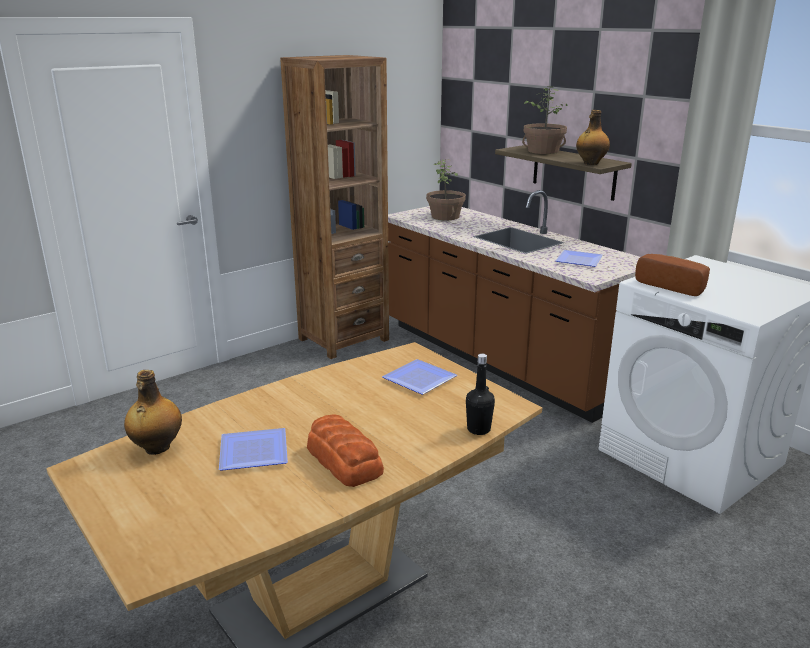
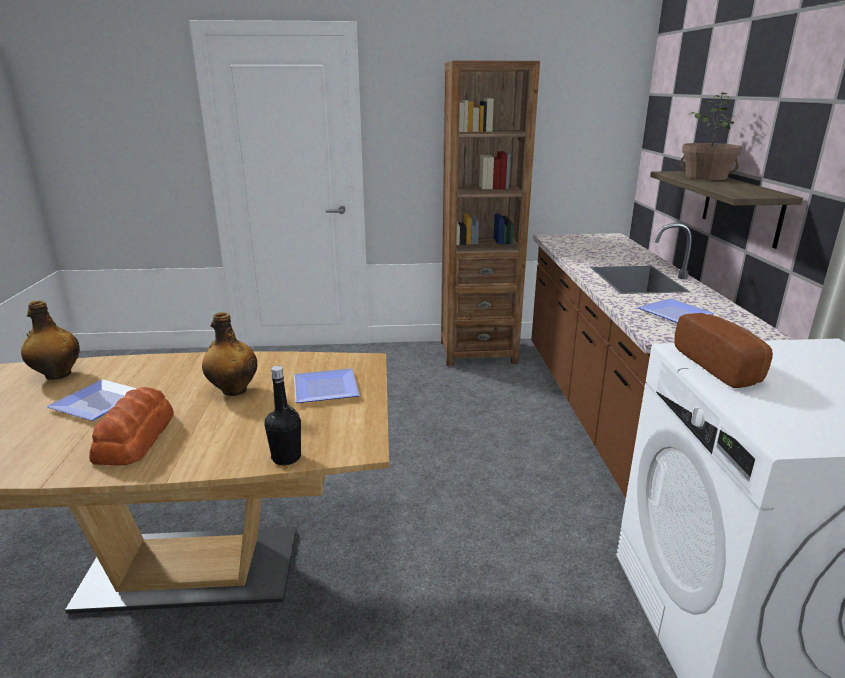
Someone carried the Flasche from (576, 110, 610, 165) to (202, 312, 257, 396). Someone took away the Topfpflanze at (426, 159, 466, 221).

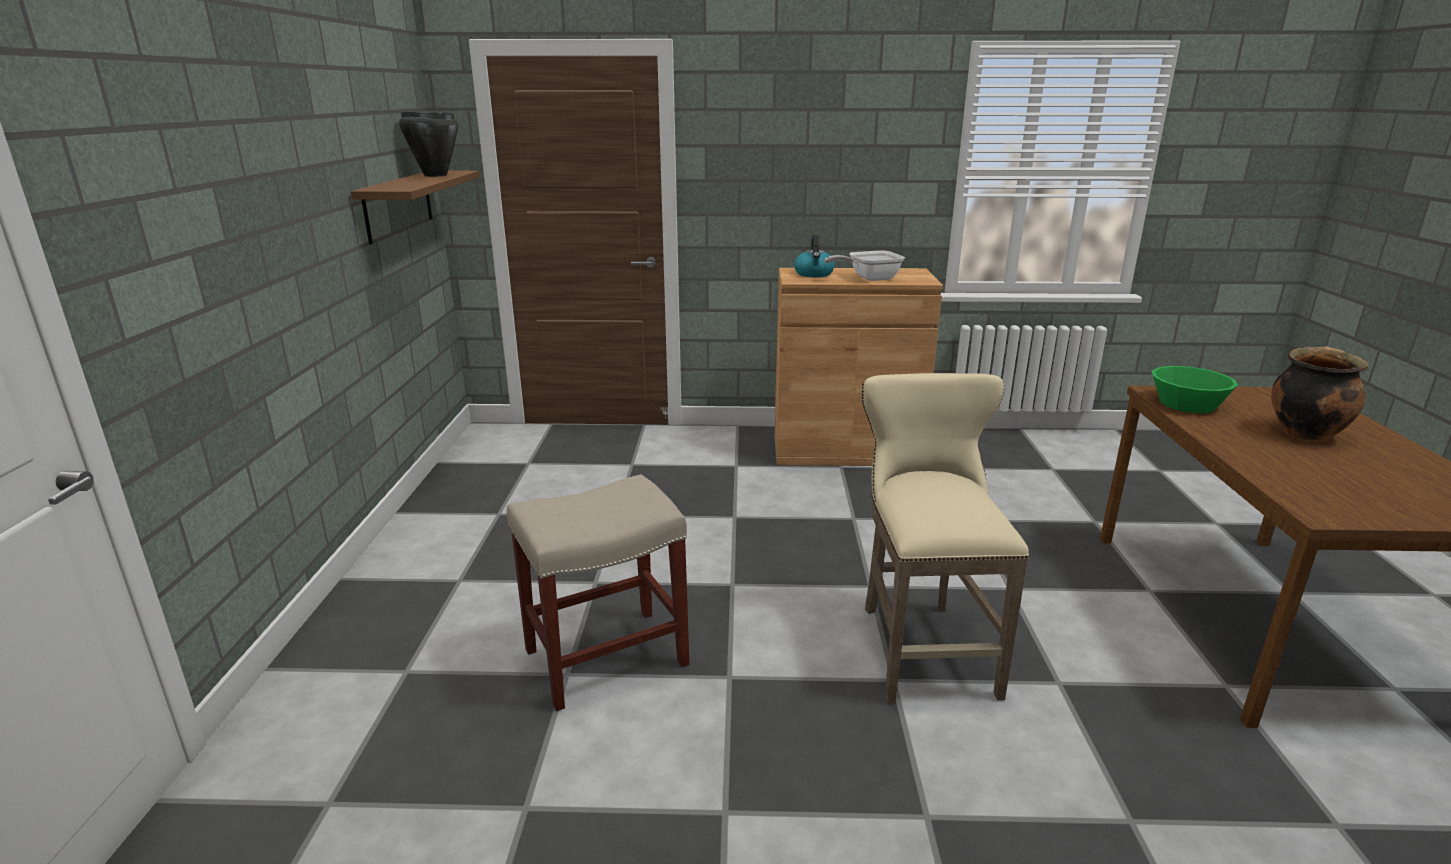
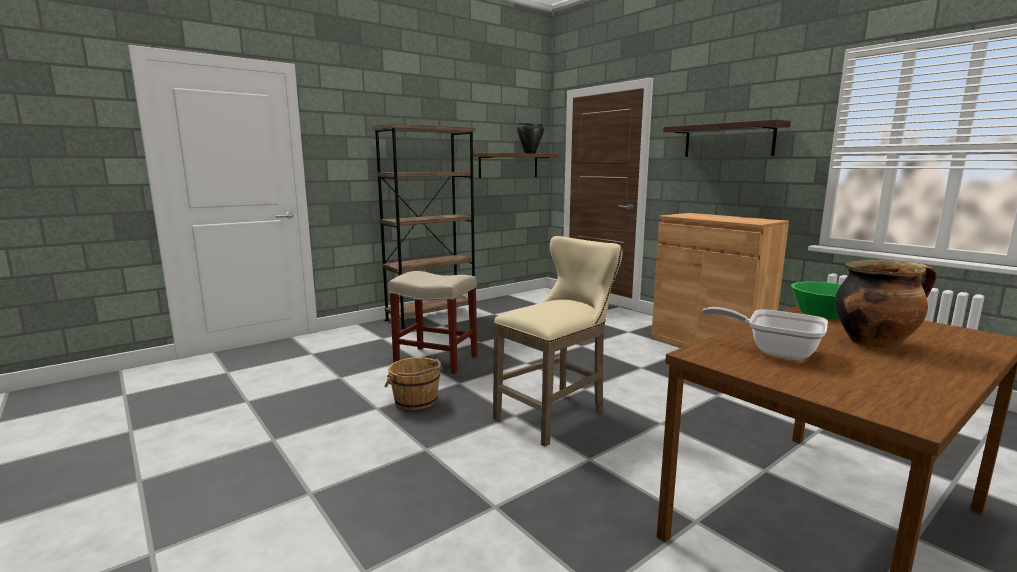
Someone put down the Bücherregal [braun] at (373, 124, 475, 329). Someone put down the Eimer [braun] at (384, 357, 443, 410). Someone put up the Wandregal at (663, 119, 791, 157). Someone carried the Pfanne from (824, 250, 905, 281) to (702, 307, 828, 360). Someone took away the Wasserkessel at (794, 235, 835, 277).

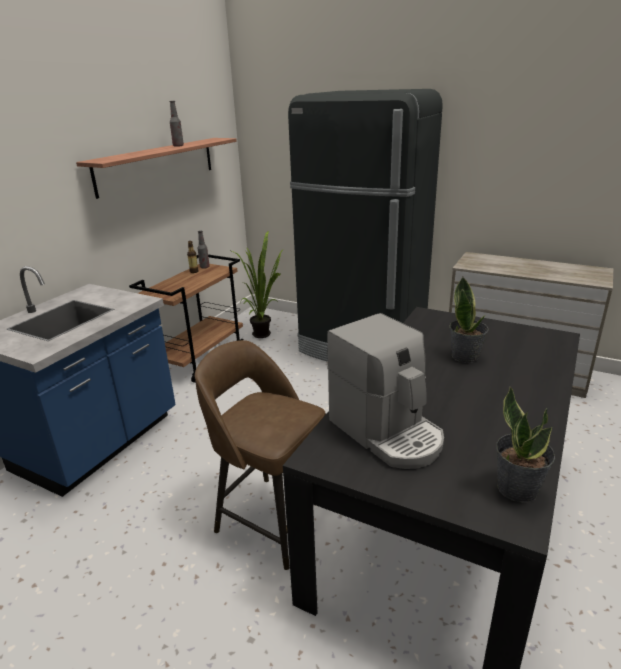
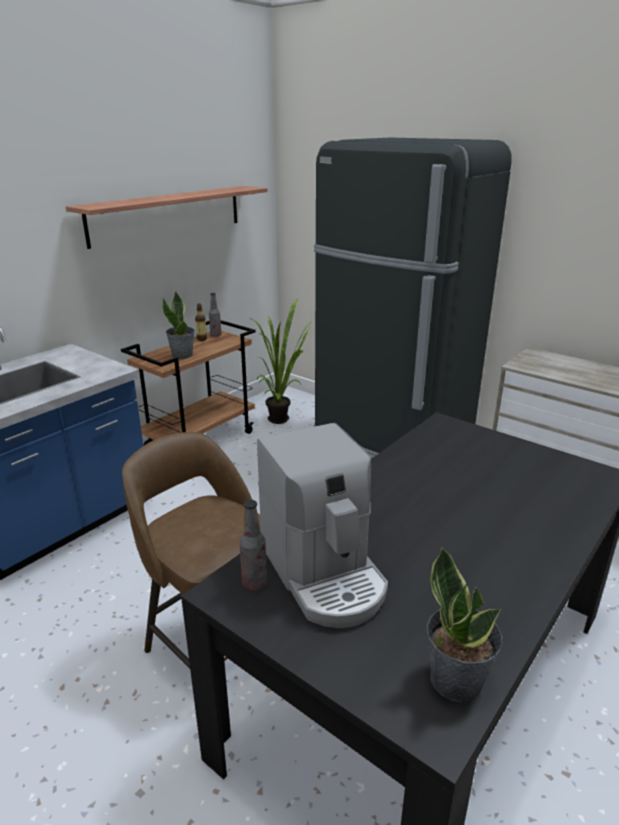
Someone carried the Topfpflanze from (449, 277, 489, 363) to (163, 292, 195, 359). Someone carried the Flasche from (170, 101, 184, 147) to (239, 500, 267, 591).

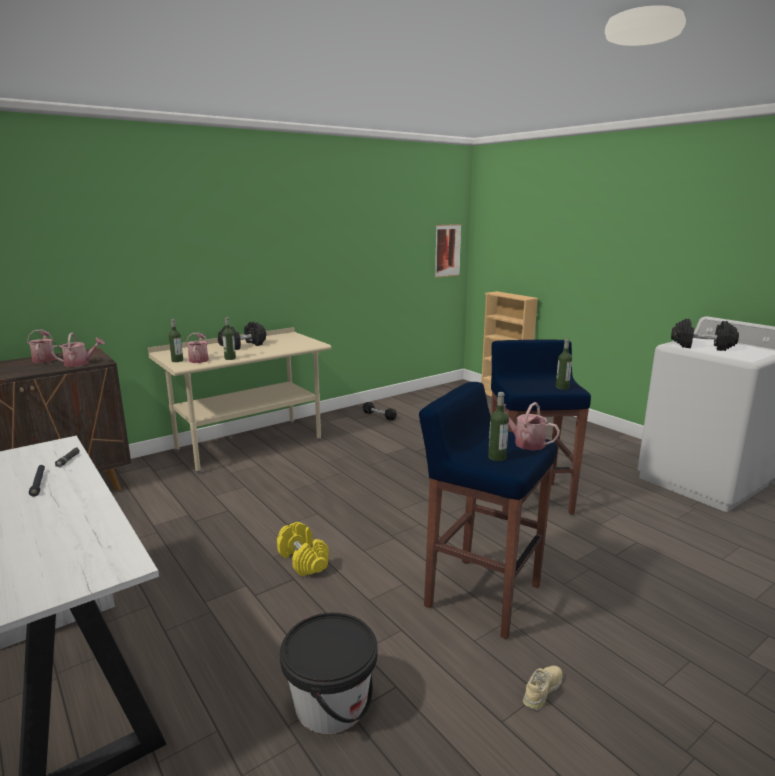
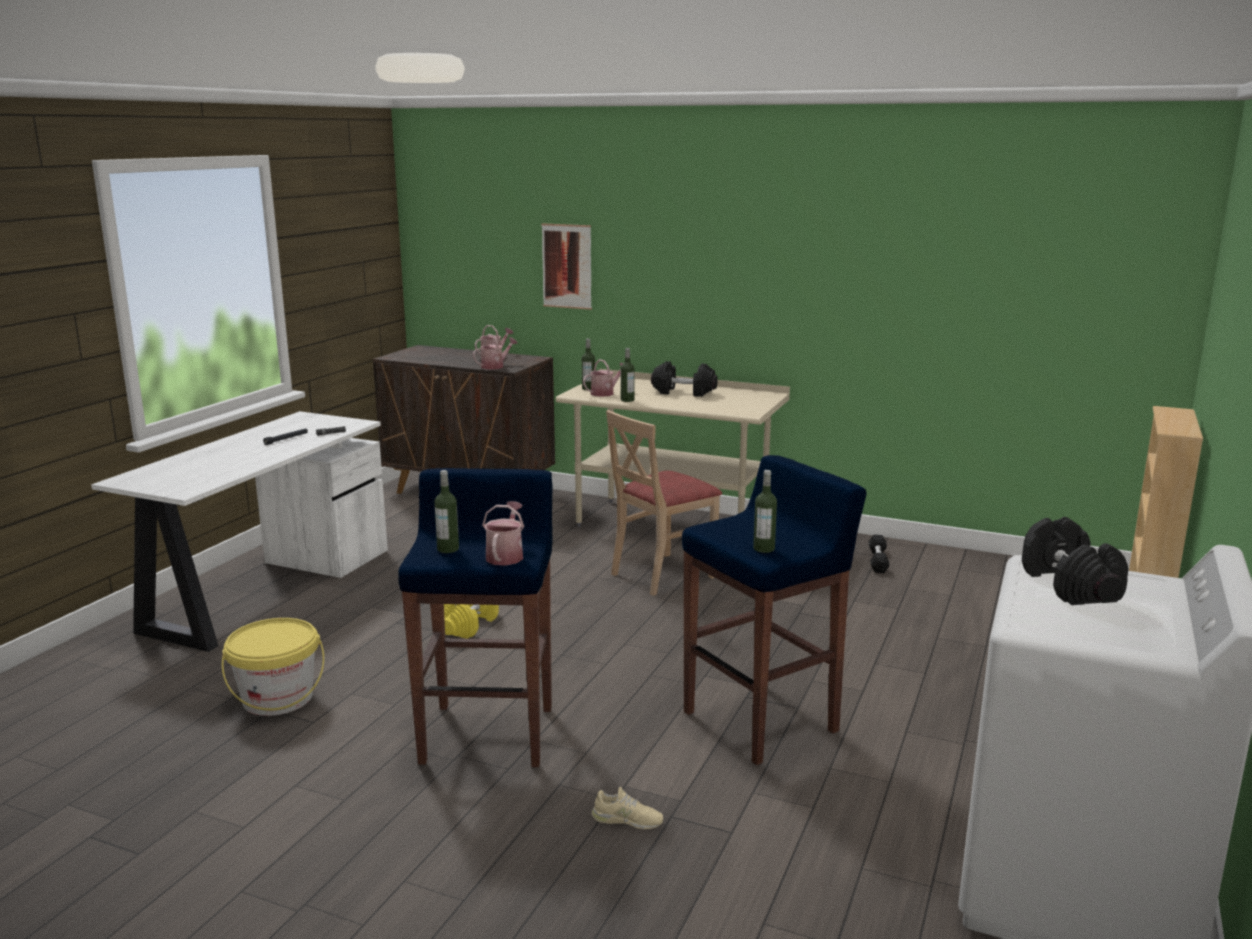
Someone repainted the Eimer [schwarz] at (280, 613, 378, 734), which became the Eimer [gelb] at (222, 618, 324, 716). Someone rotated the Gießkanne at (51, 332, 105, 367) by 90 degrees counterclockwise. Someone carried the Bild from (435, 224, 462, 278) to (541, 223, 592, 310). Someone carried the Schuh [beige] from (523, 666, 562, 710) to (591, 787, 663, 829). Someone put down the Stuhl [beige] at (606, 410, 722, 596).

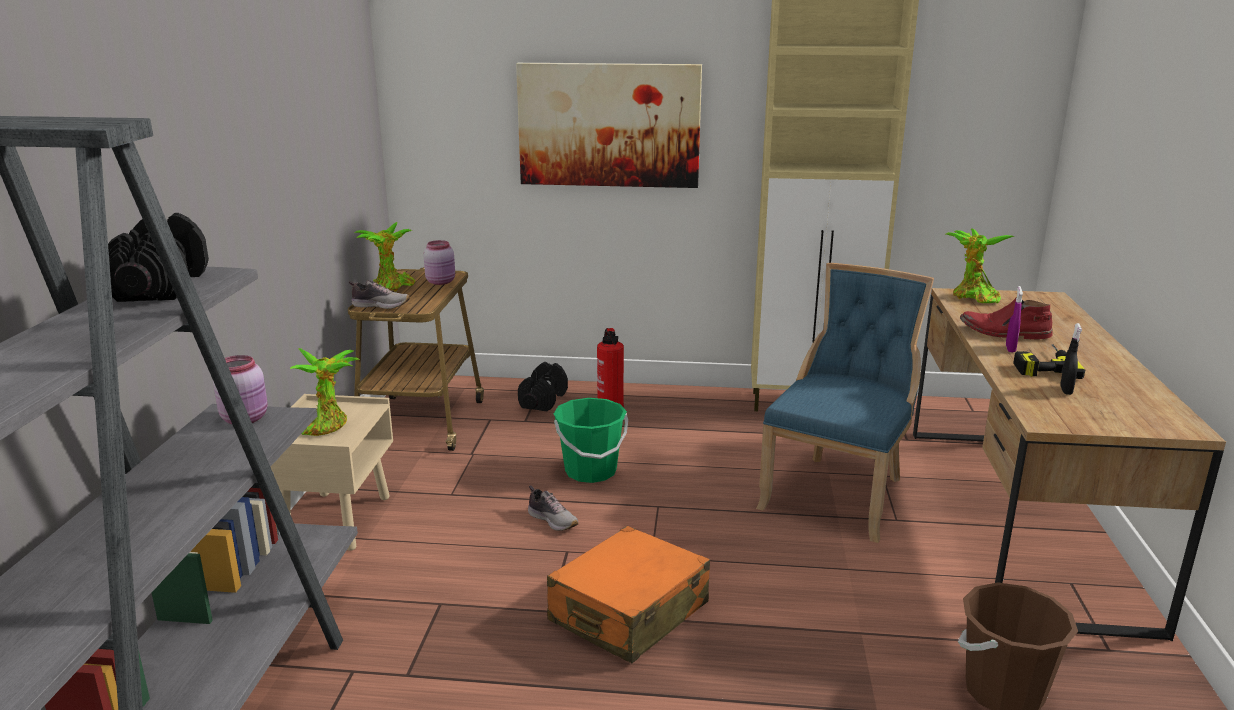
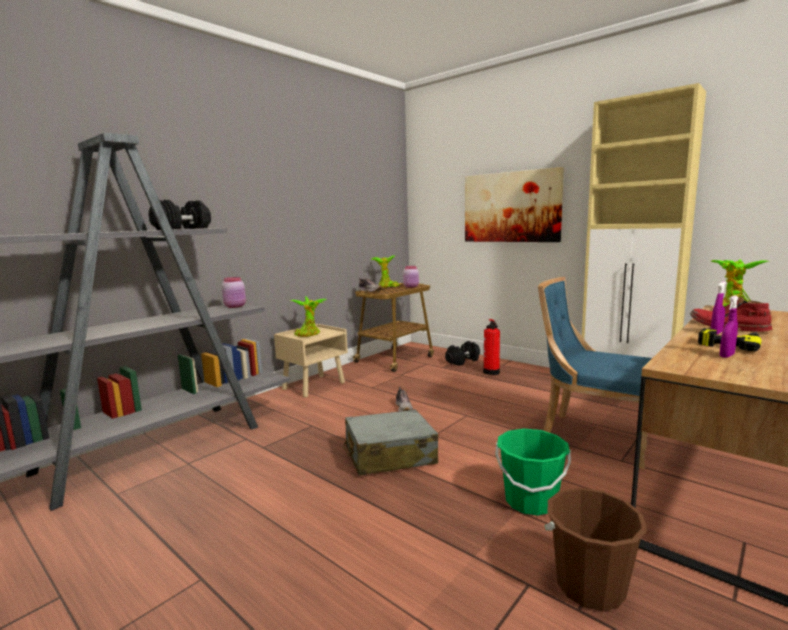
Someone repainted the Koffer [orange] at (547, 526, 710, 663), which became the Koffer [grau] at (343, 409, 438, 476). Someone carried the Eimer [grün] from (554, 398, 628, 483) to (496, 429, 571, 515). Someone rotated the Stuhl [blau] at (756, 263, 934, 543) by 120 degrees counterclockwise. Someone repainted the Sprühflasche [schwarz] at (1060, 323, 1082, 395), which became the Sprühflasche [lila] at (720, 295, 738, 358).

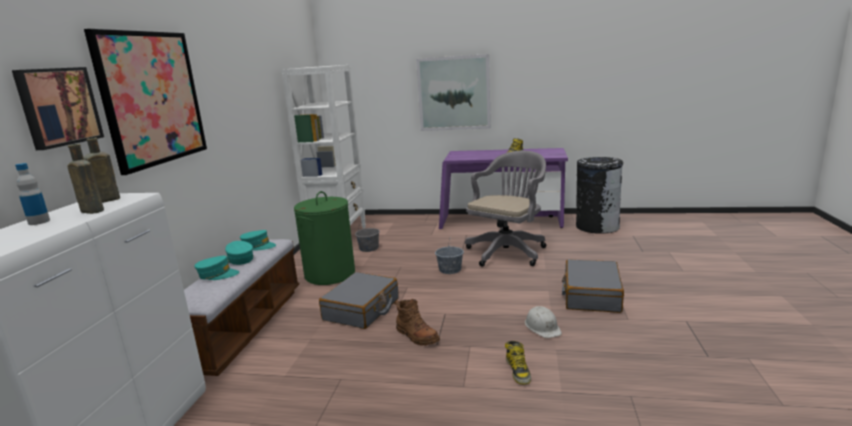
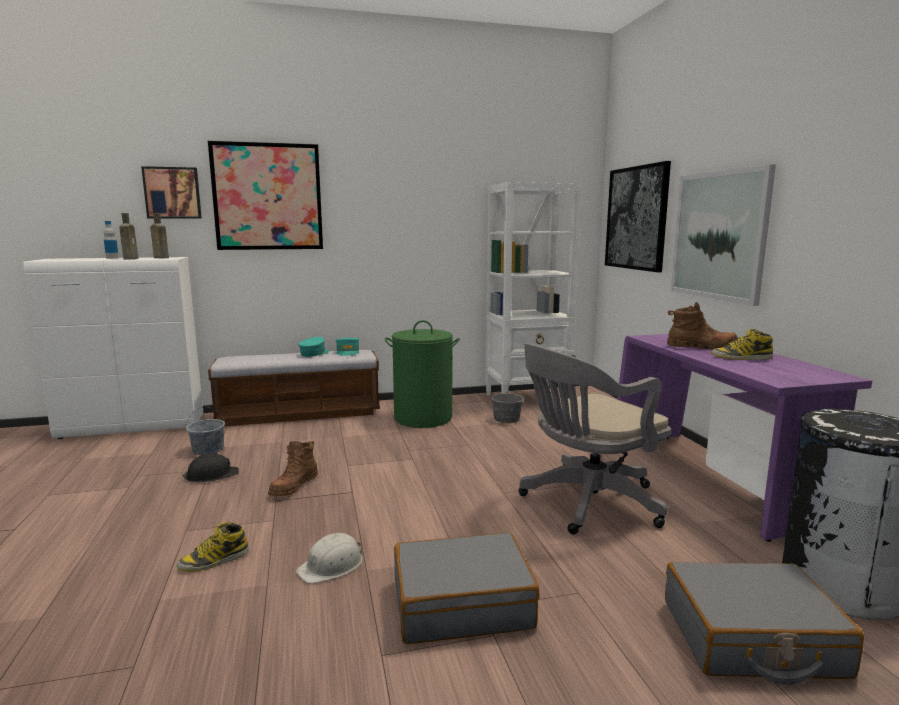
Someone put down the Schutzhelm [schwarz] at (182, 454, 239, 483). Someone carried the Eimer [grau] from (435, 237, 464, 274) to (186, 407, 225, 455). Someone rotated the Bürostuhl [grau] at (465, 151, 546, 267) by 135 degrees clockwise. Someone put up the Bild at (605, 161, 671, 272). Someone carried the Koffer [grau] from (319, 272, 399, 329) to (665, 562, 864, 685). Someone put down the Stiefel [braun] at (667, 302, 738, 350). Someone took away the Kappe [türkis] at (194, 256, 239, 280).

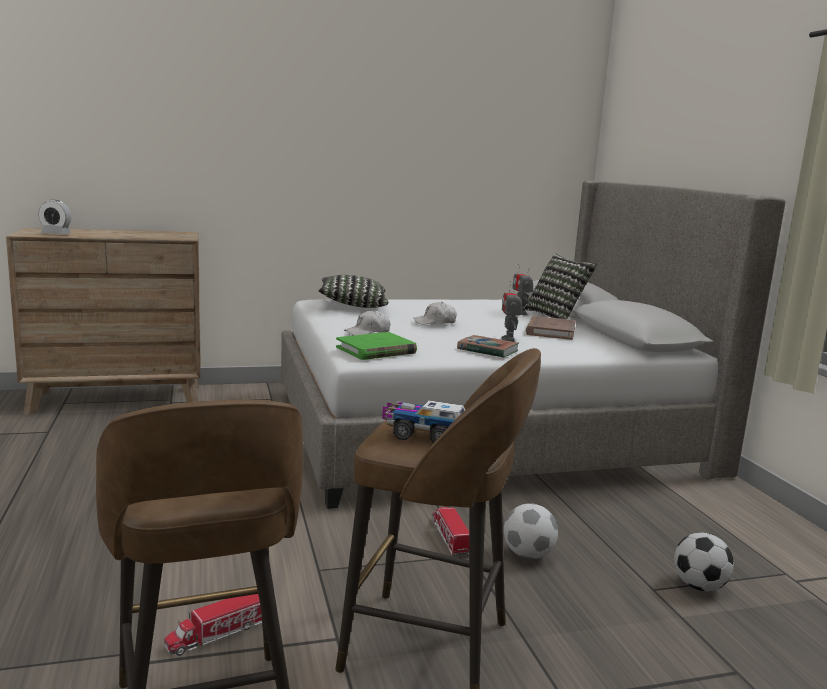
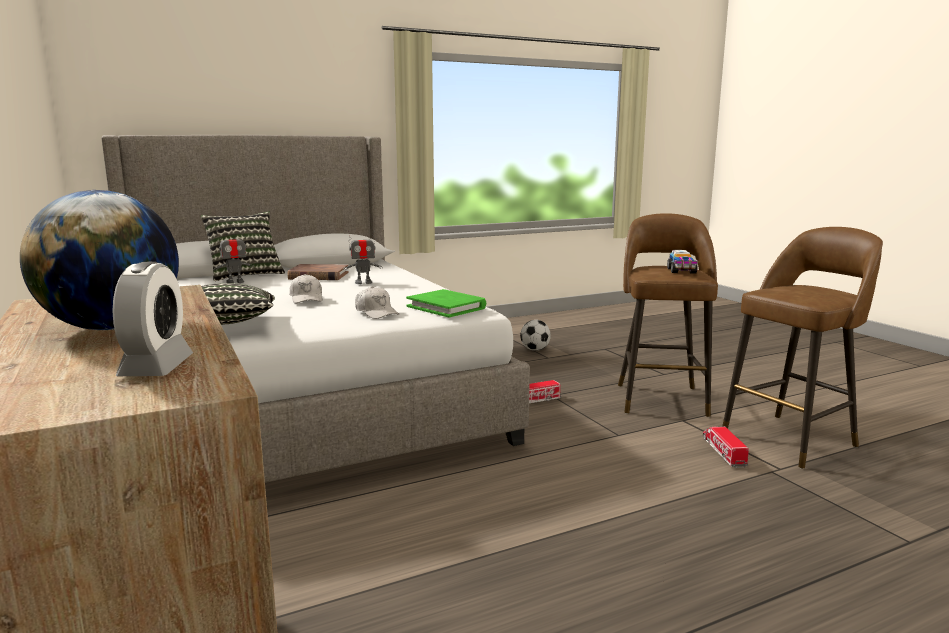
Someone put down the Globus at (20, 190, 179, 330). Someone rotated the Spielzeuglaster at (164, 594, 262, 656) by 135 degrees counterclockwise. Someone took away the Buch at (457, 335, 519, 358). Someone took away the Fußball at (504, 503, 558, 559).

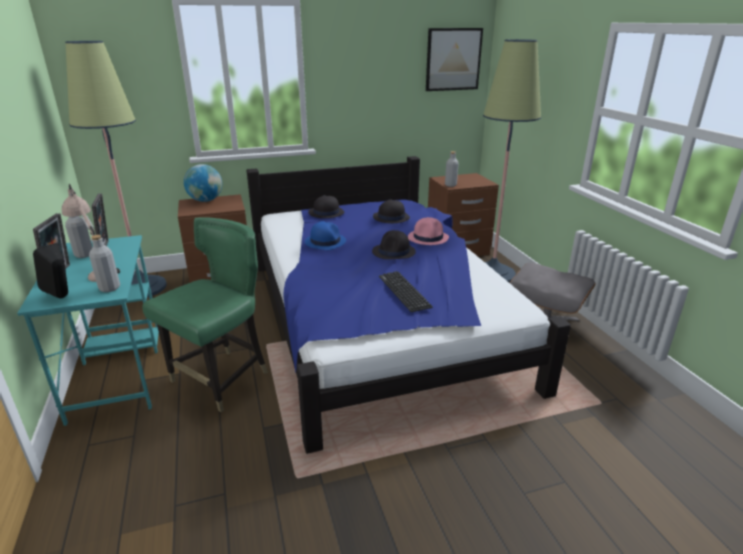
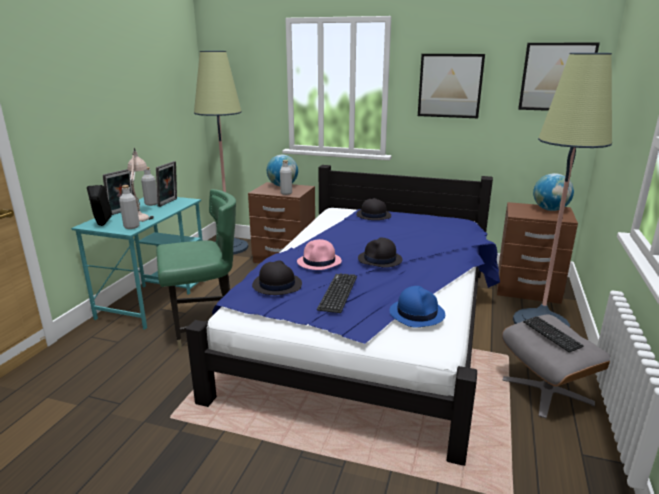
Someone carried the Hut [schwarz] from (373, 199, 410, 223) to (252, 260, 302, 295). Someone carried the Flasche [grau] from (445, 151, 459, 187) to (280, 160, 292, 195). Someone carried the Hut [rosa] from (408, 217, 449, 245) to (297, 239, 342, 270). Someone carried the Hut [blau] from (305, 221, 346, 250) to (390, 286, 445, 328). Someone put up the Bild at (418, 54, 485, 118). Someone put down the Tastatur at (523, 316, 584, 353). Someone put down the Globus at (533, 173, 574, 211).

